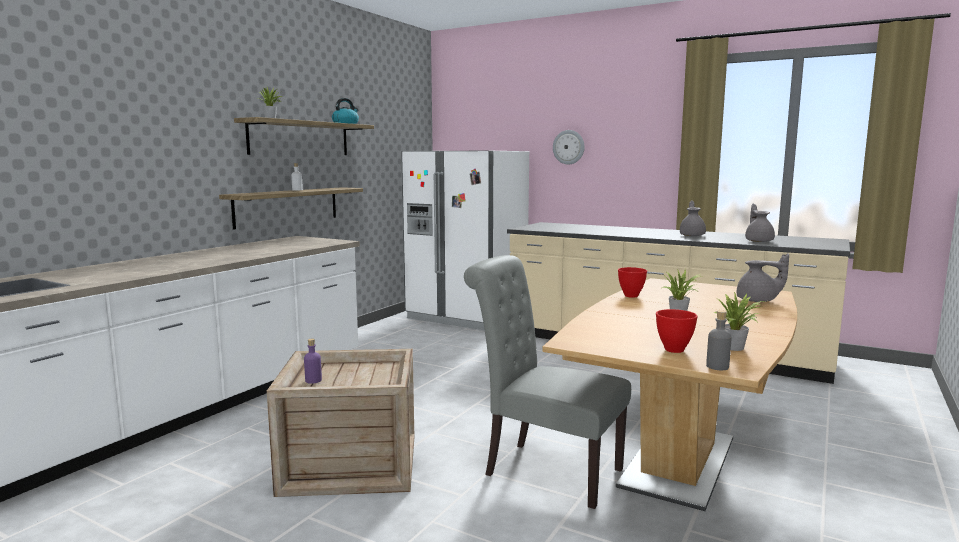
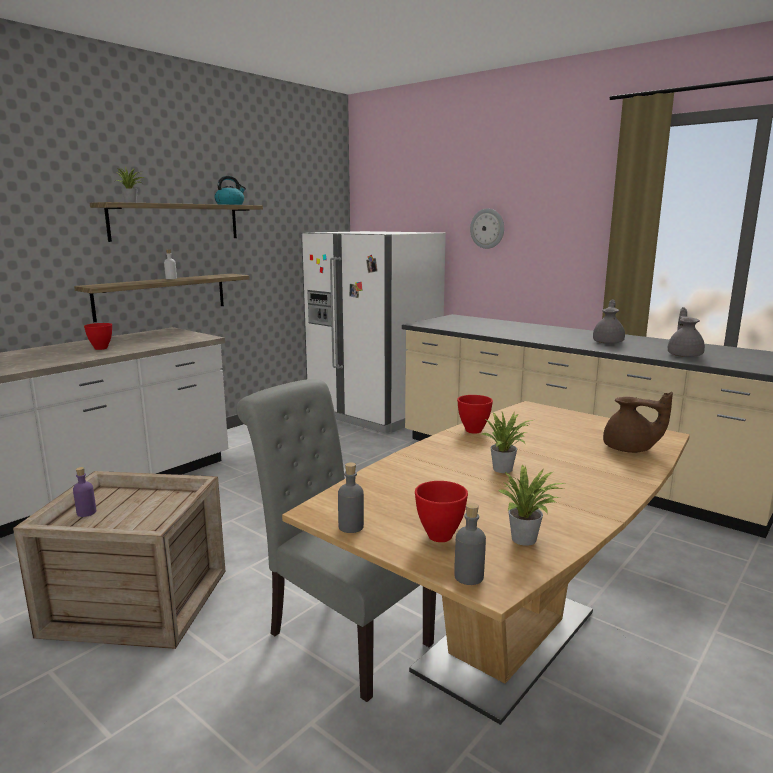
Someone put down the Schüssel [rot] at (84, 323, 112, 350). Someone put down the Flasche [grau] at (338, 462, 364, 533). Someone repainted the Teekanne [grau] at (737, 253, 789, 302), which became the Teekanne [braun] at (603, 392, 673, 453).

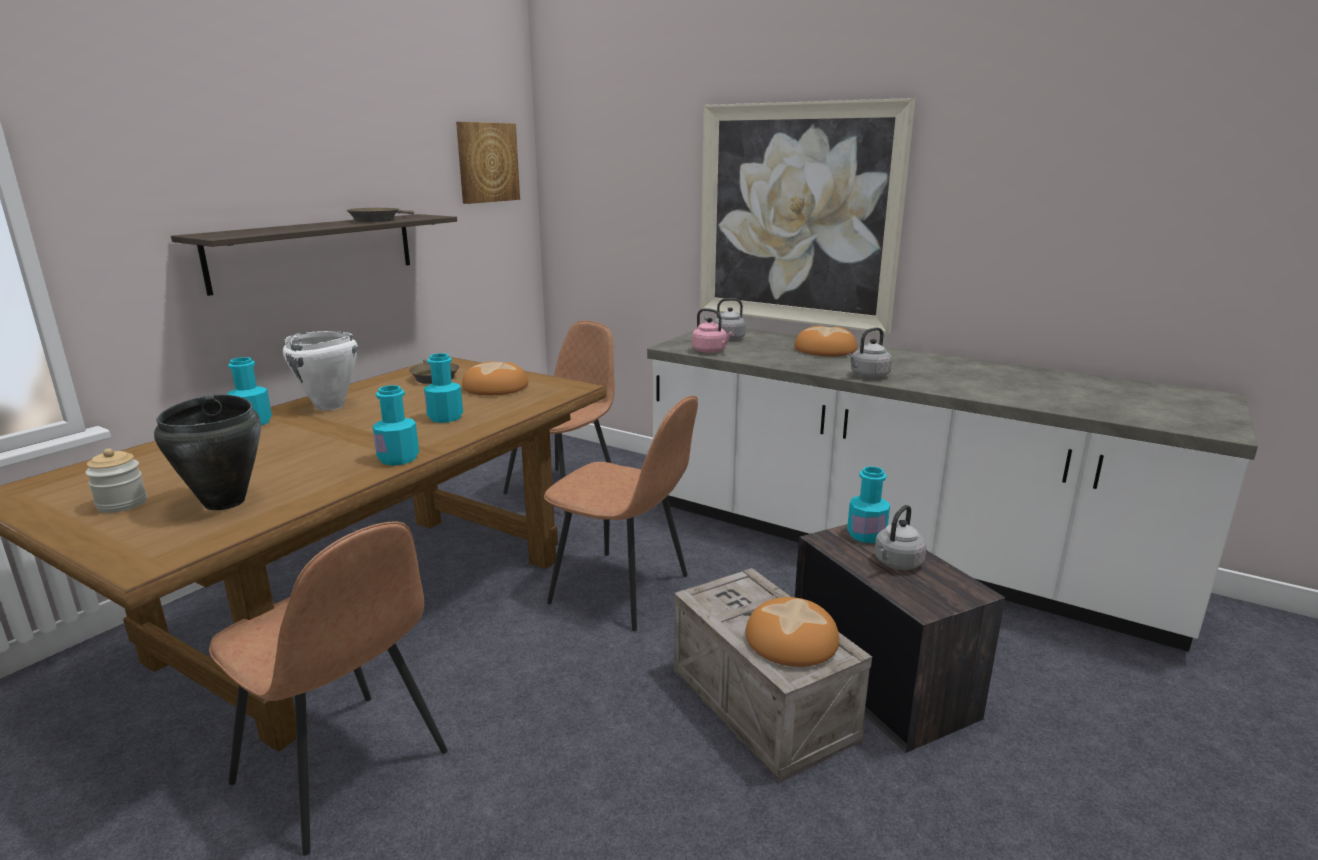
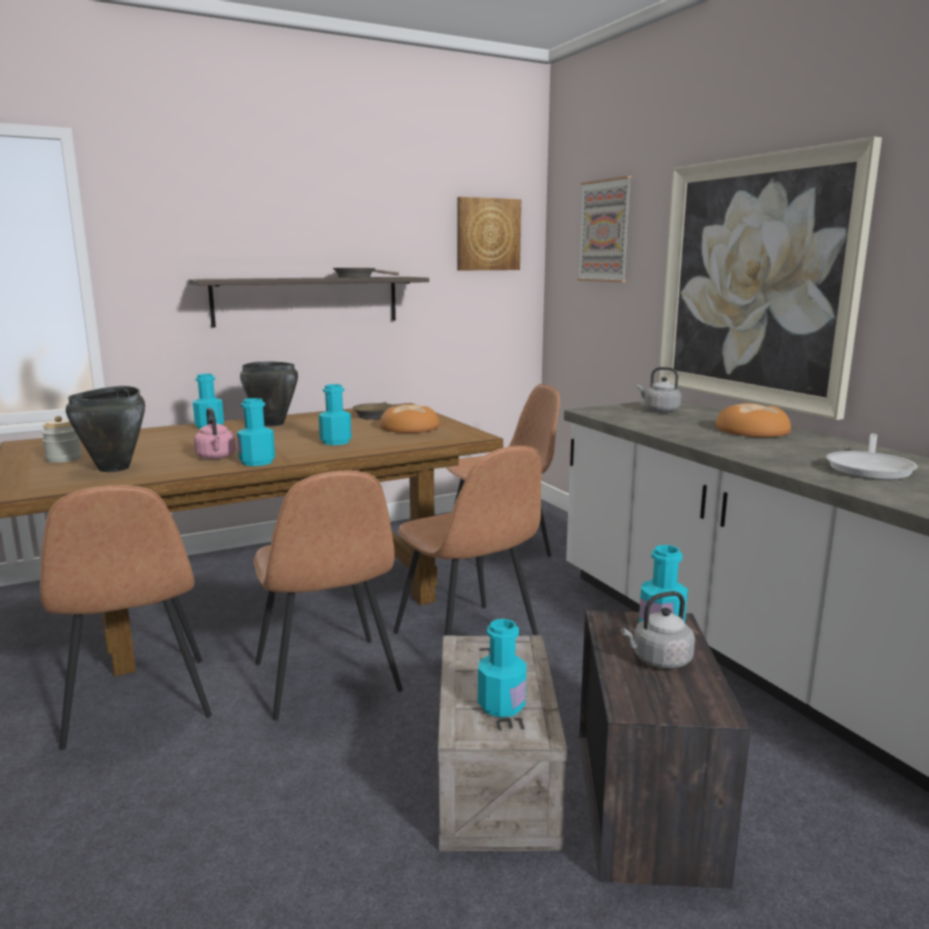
Someone carried the Wasserkessel [rosa] from (692, 308, 733, 353) to (194, 408, 236, 459). Someone repainted the Kochtopf [weiß] at (283, 331, 358, 411), which became the Kochtopf [schwarz] at (240, 362, 298, 426). Someone put down the Stuhl [braun] at (254, 471, 403, 720). Someone swapped the Brot at (745, 597, 839, 667) for the Flasche [türkis] at (478, 619, 527, 718). Someone put up the Bild at (577, 176, 632, 282). Someone put down the Pfanne at (826, 434, 918, 480). Someone took away the Wasserkessel [grau] at (847, 327, 892, 378).

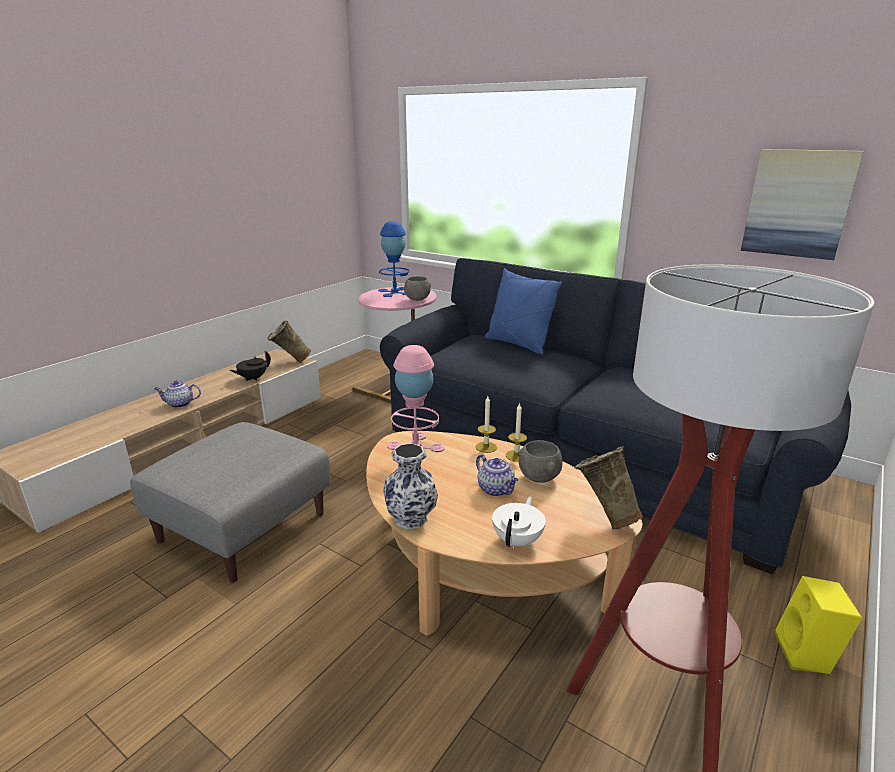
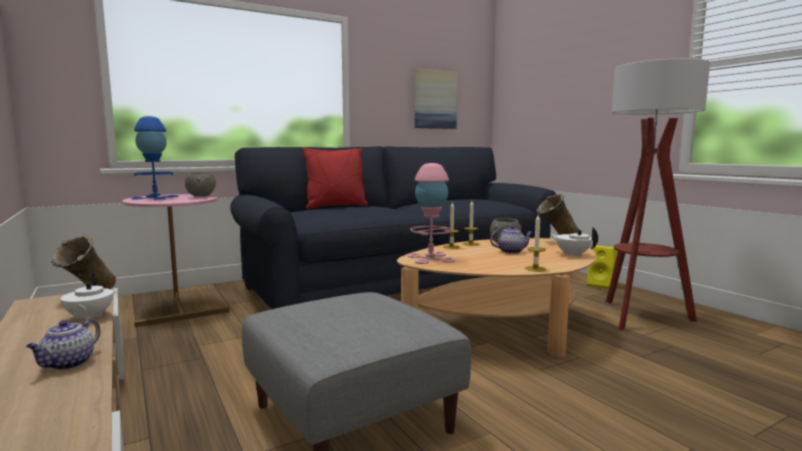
Someone repainted the Teekanne [schwarz] at (229, 351, 271, 381), which became the Teekanne [weiß] at (60, 273, 114, 320). Someone repainted the Kissen [blau] at (485, 268, 562, 355), which became the Kissen [rot] at (302, 147, 368, 209). Someone swapped the Vase at (383, 443, 438, 530) for the Kerze at (525, 215, 547, 272).

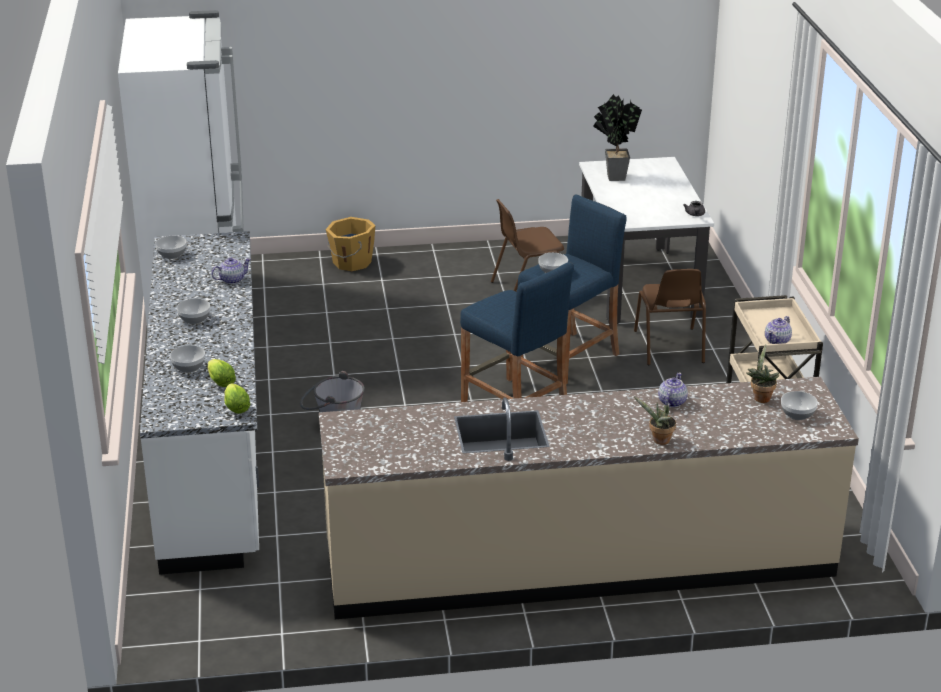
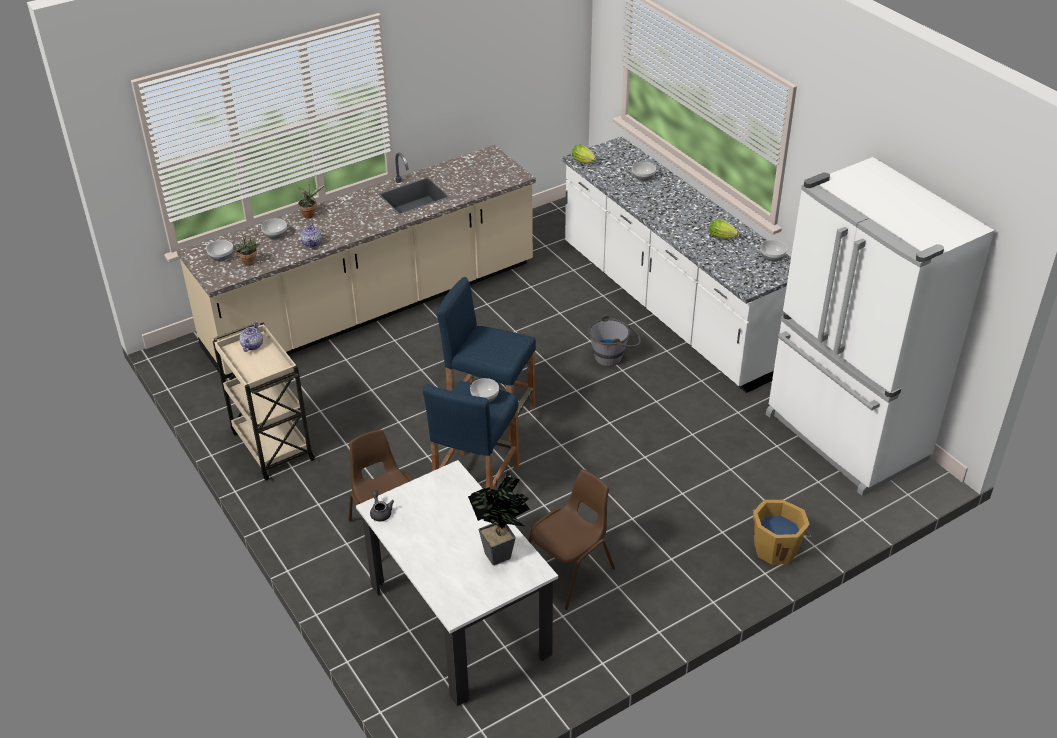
Someone carried the Schüssel from (177, 298, 210, 324) to (261, 218, 287, 239). Someone carried the Salatkopf from (208, 359, 236, 387) to (709, 219, 739, 239). Someone took away the Teekanne at (211, 257, 251, 284).

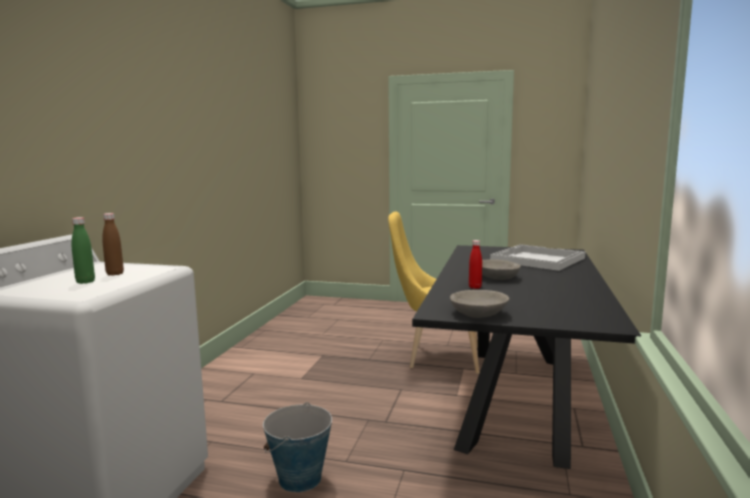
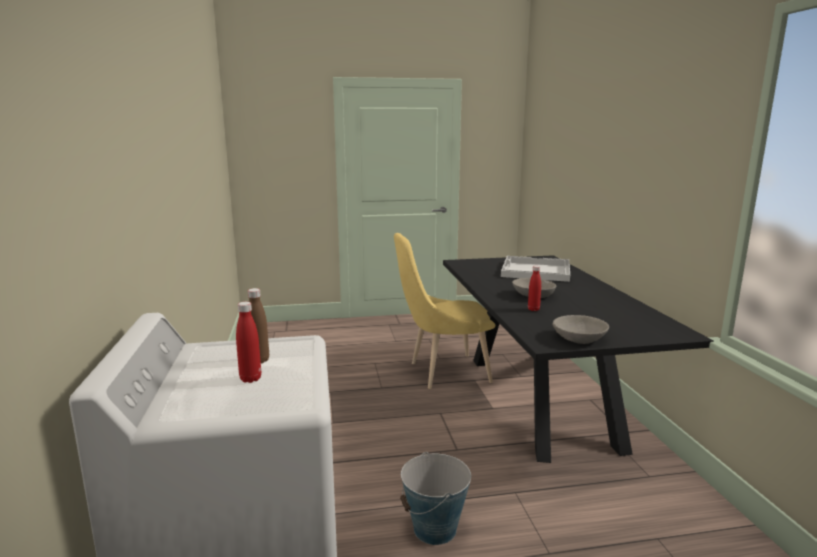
Someone repainted the Flasche [grün] at (72, 217, 95, 284), which became the Flasche [rot] at (236, 302, 261, 383).

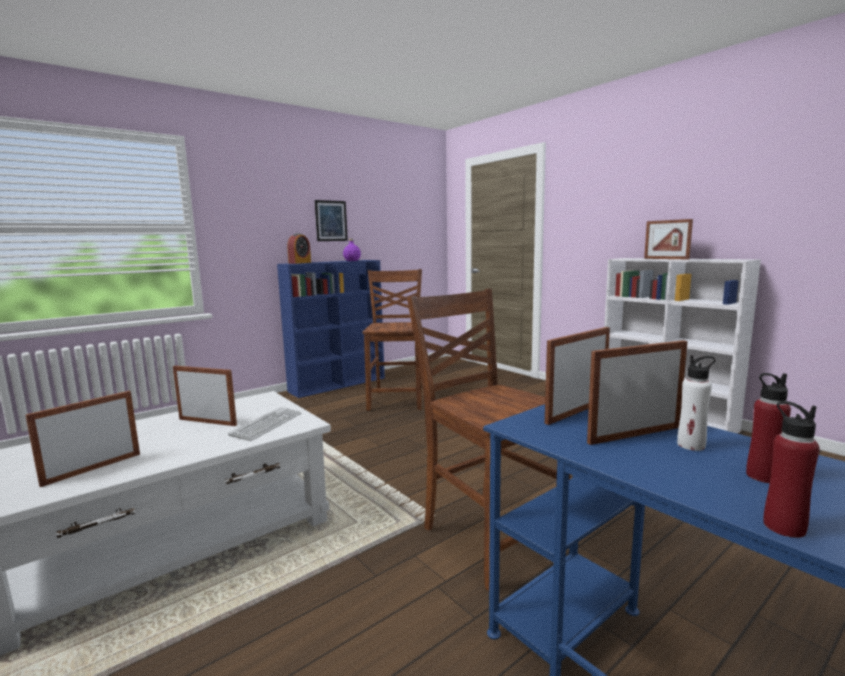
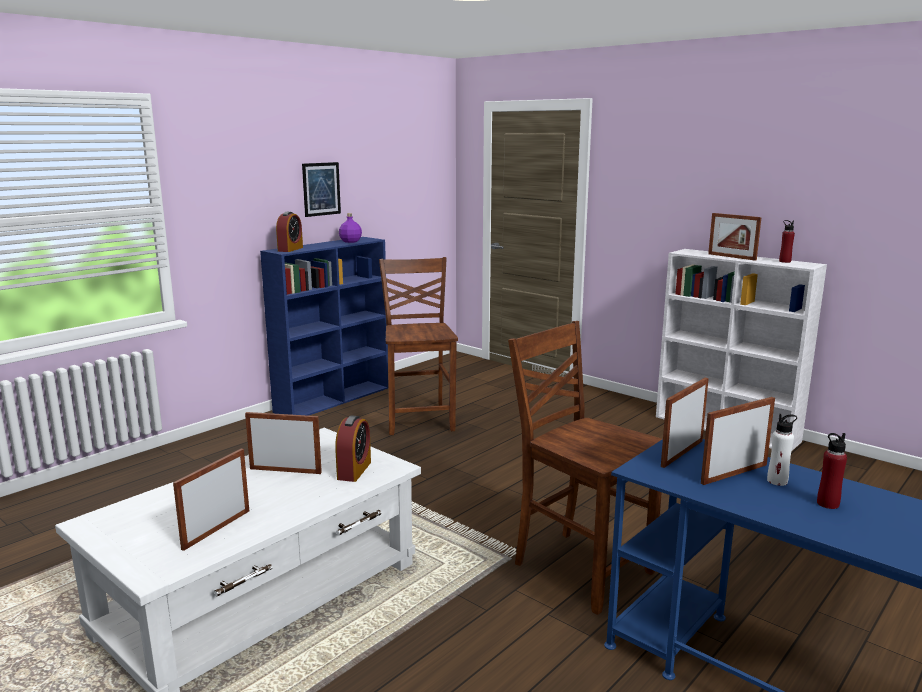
Someone swapped the Tastatur at (228, 407, 301, 441) for the Wecker at (335, 415, 371, 482). Someone carried the Flasche [rot] from (763, 401, 820, 538) to (779, 220, 795, 263).

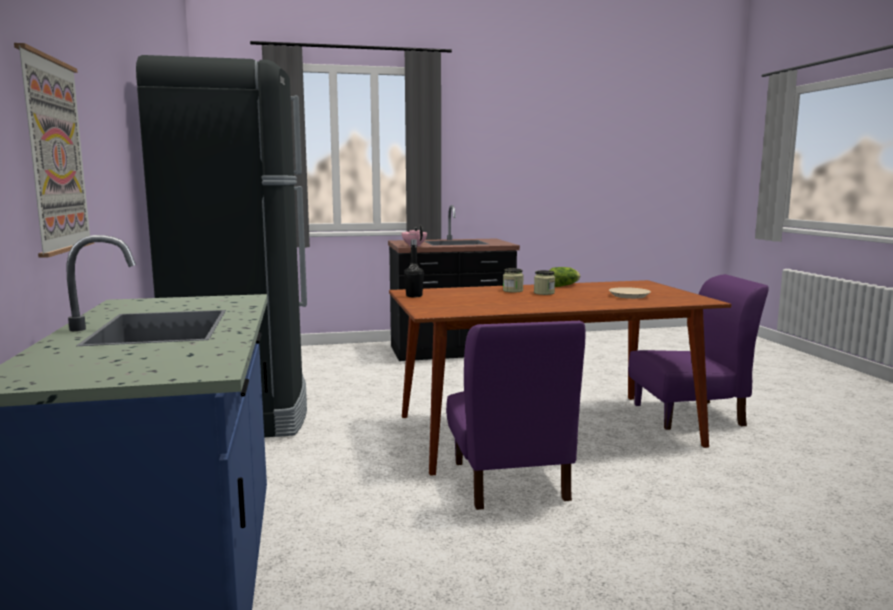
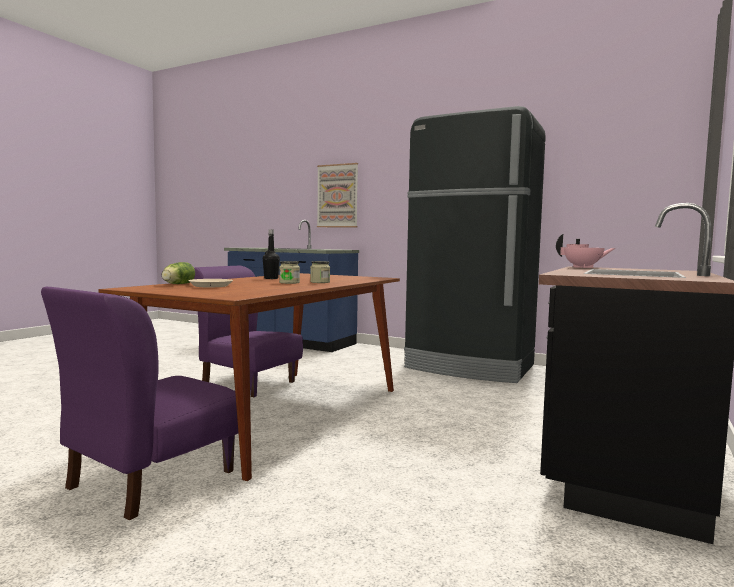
Someone carried the Salatkopf from (549, 267, 580, 287) to (162, 262, 195, 284). Someone carried the Flasche [schwarz] from (404, 239, 424, 297) to (263, 229, 280, 279).

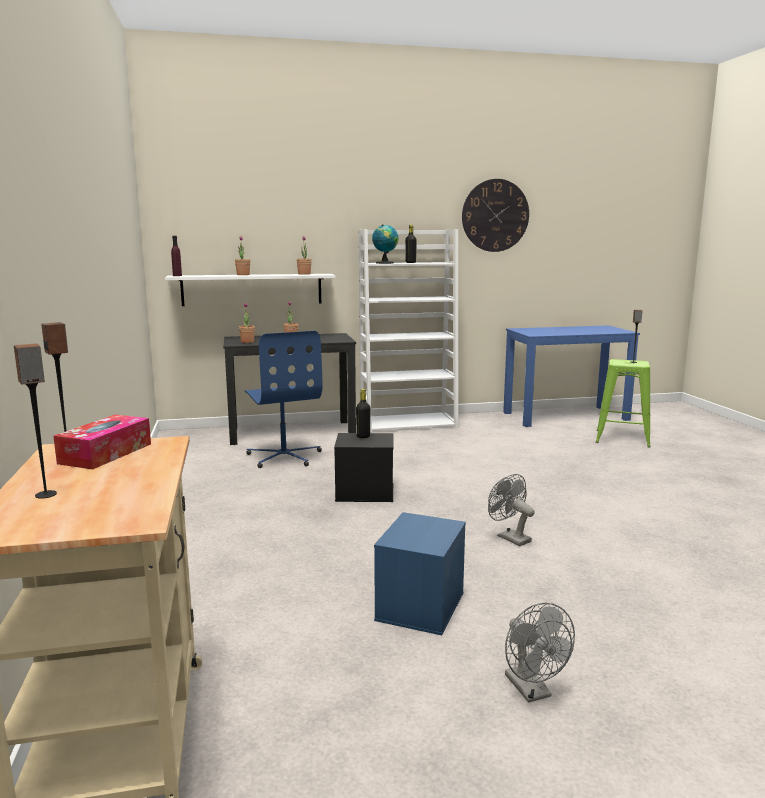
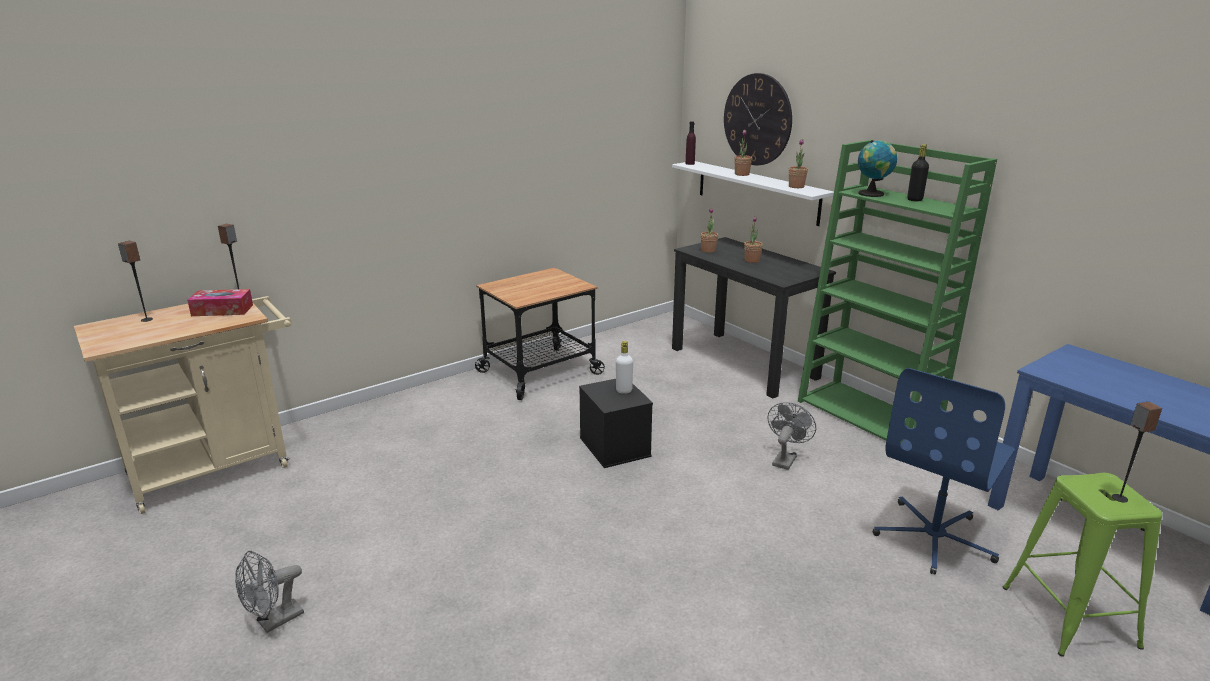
Someone put down the Rollwagen at (475, 267, 605, 400). Someone repainted the Flasche [schwarz] at (356, 389, 370, 438), which became the Flasche [weiß] at (616, 341, 633, 394). Someone carried the Wanduhr from (462, 179, 529, 252) to (724, 73, 792, 165). Someone carried the Ventilator [grau] from (488, 474, 535, 546) to (767, 402, 816, 470). Someone repainted the Bücherregal [weiß] at (359, 229, 458, 433), which became the Bücherregal [grün] at (798, 140, 997, 443). Someone carried the Bürostuhl [blau] from (245, 331, 323, 468) to (873, 368, 1015, 575). Someone took away the Aufbewahrungsbox [blau] at (374, 512, 466, 635).

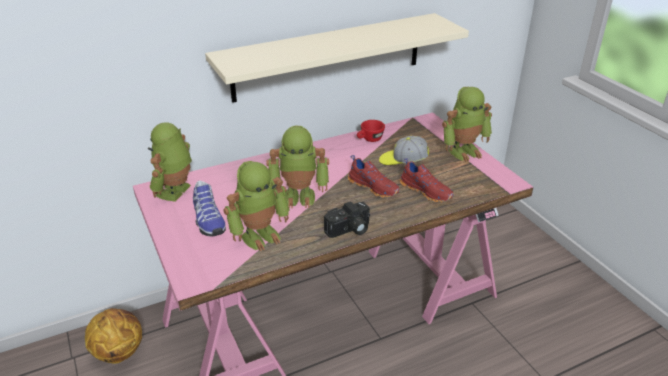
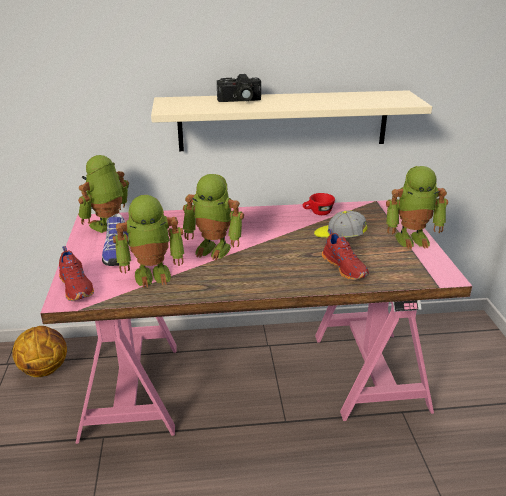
Someone carried the Schuh [rot] from (348, 155, 400, 198) to (59, 246, 94, 301). Someone carried the Kamera from (324, 201, 370, 238) to (217, 74, 261, 102).

